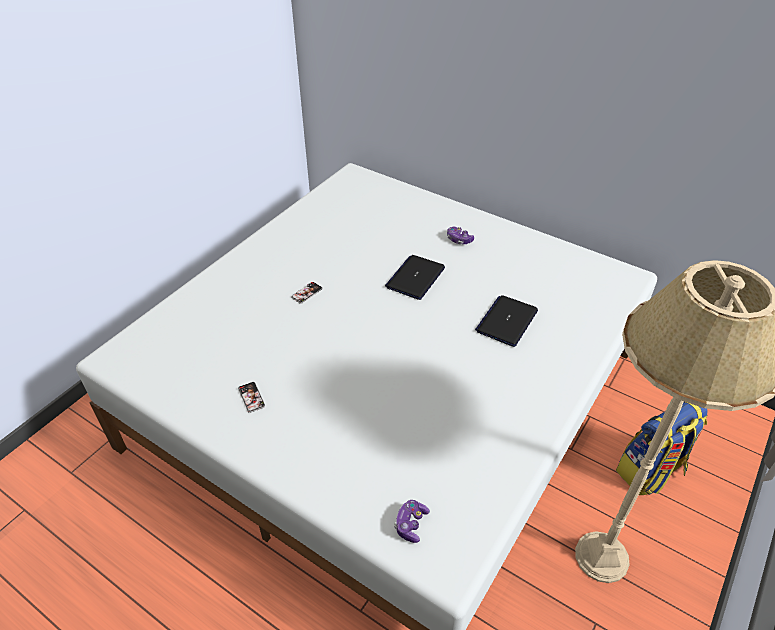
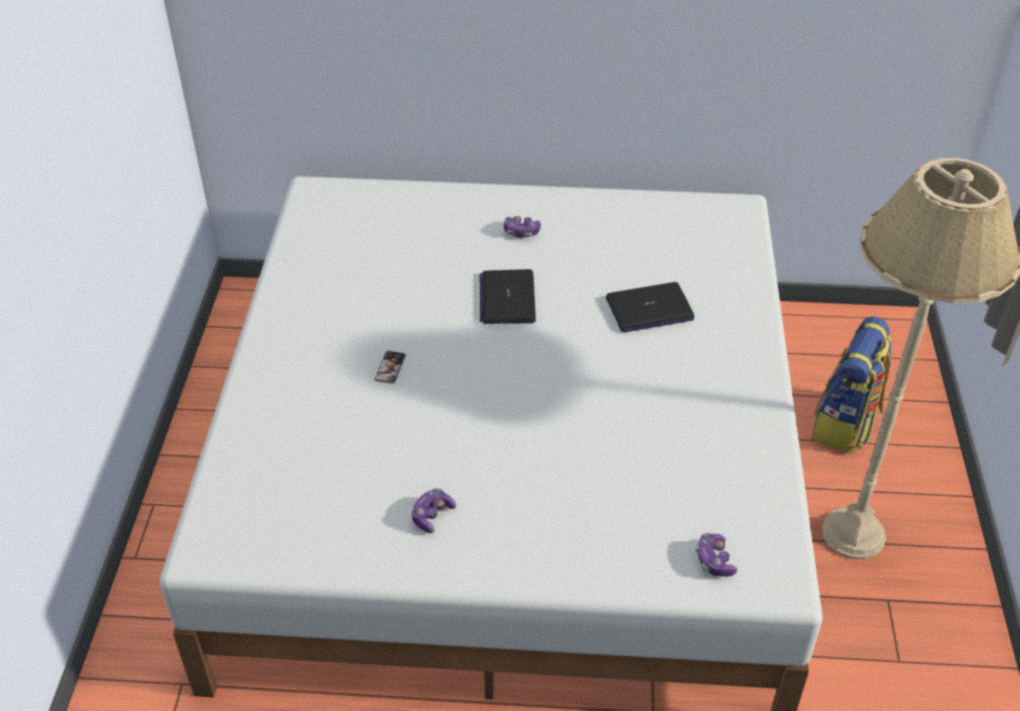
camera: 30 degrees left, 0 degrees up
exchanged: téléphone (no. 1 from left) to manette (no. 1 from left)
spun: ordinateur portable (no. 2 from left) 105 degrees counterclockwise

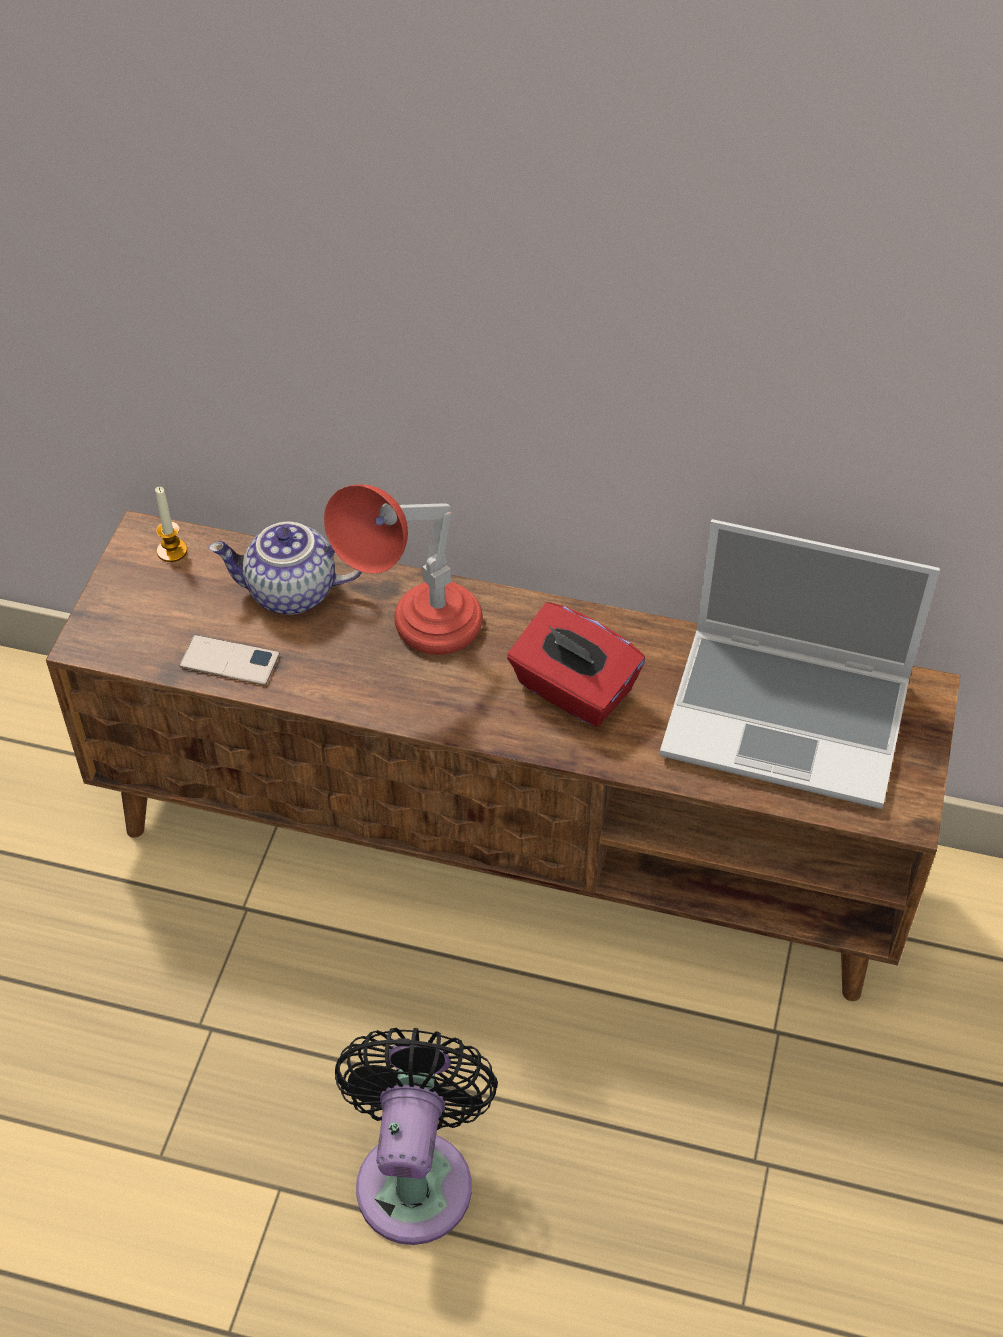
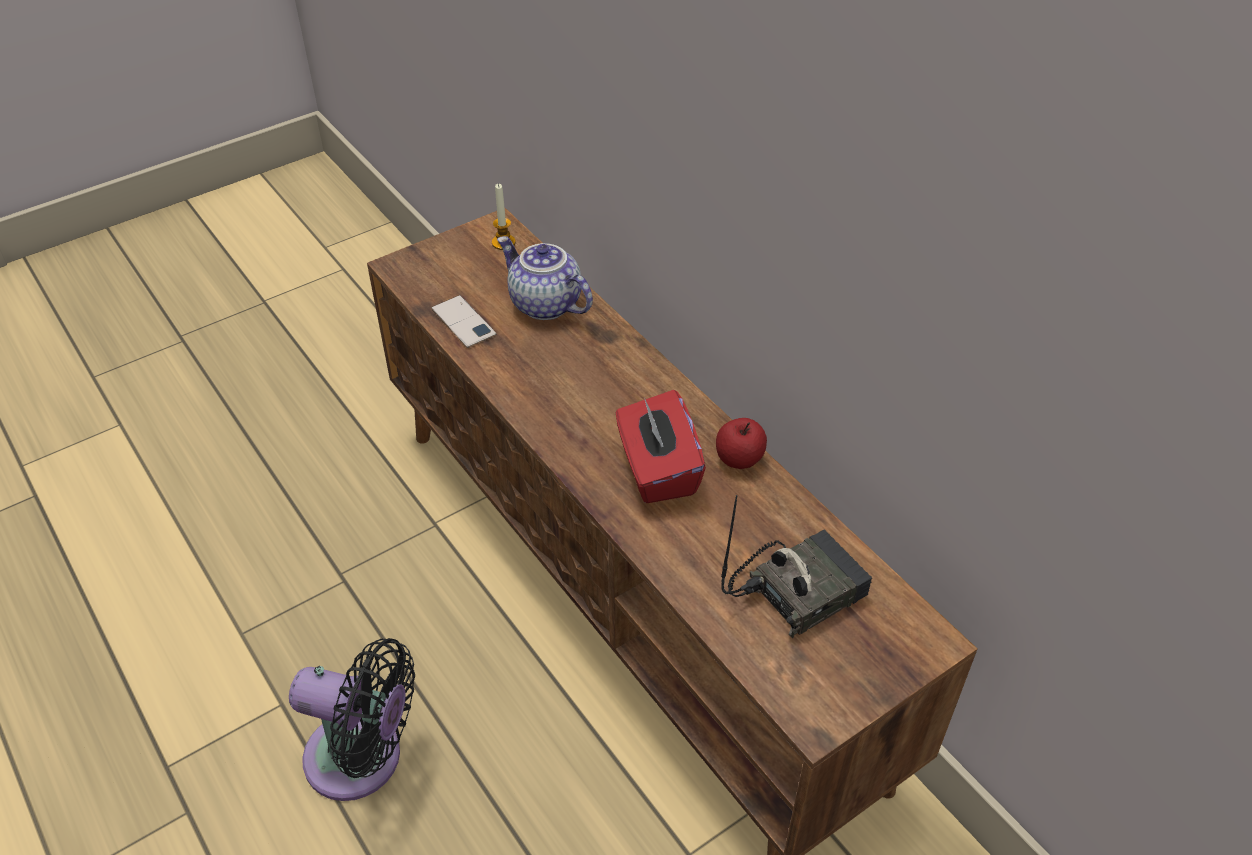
camera: 40 degrees right, 5 degrees down
missing: lampe de table/rouge
appeared: pomme
exchanged: ordinateur portable to radio
spun: ventilateur/noir 60 degrees clockwise

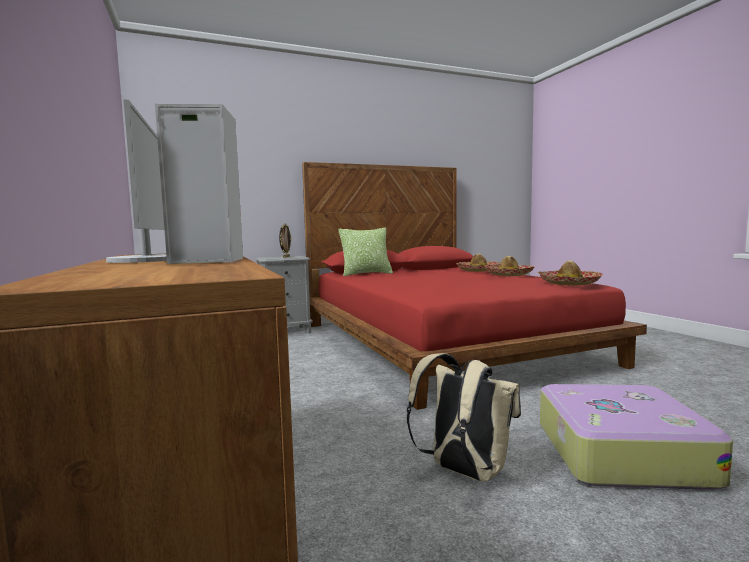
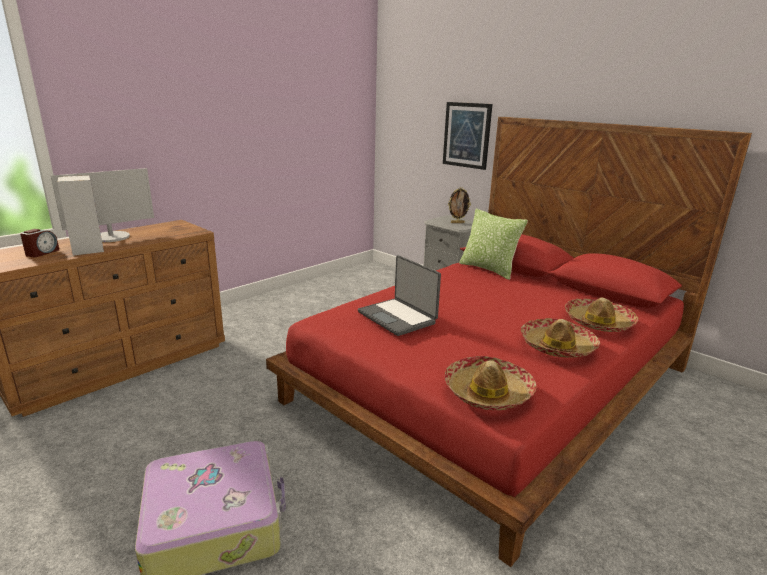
camera: 65 degrees right, 15 degrees up
missing: sac à dos/beige
appeared: tableau; réveil; ordinateur portable

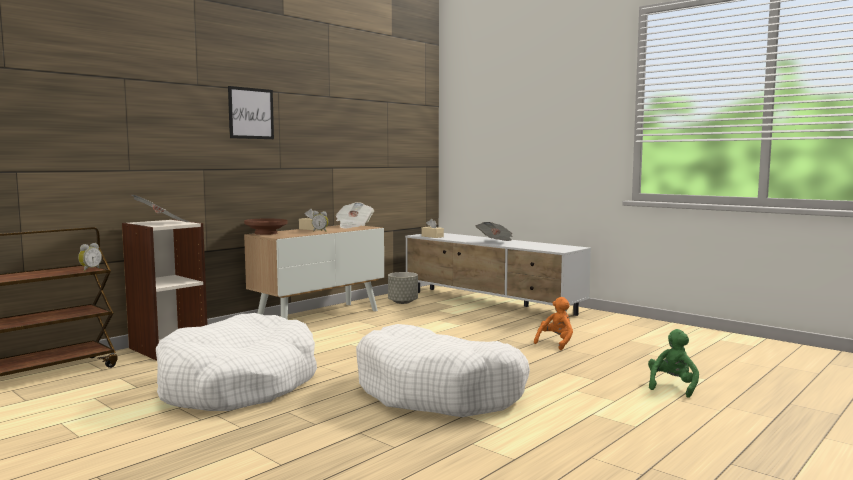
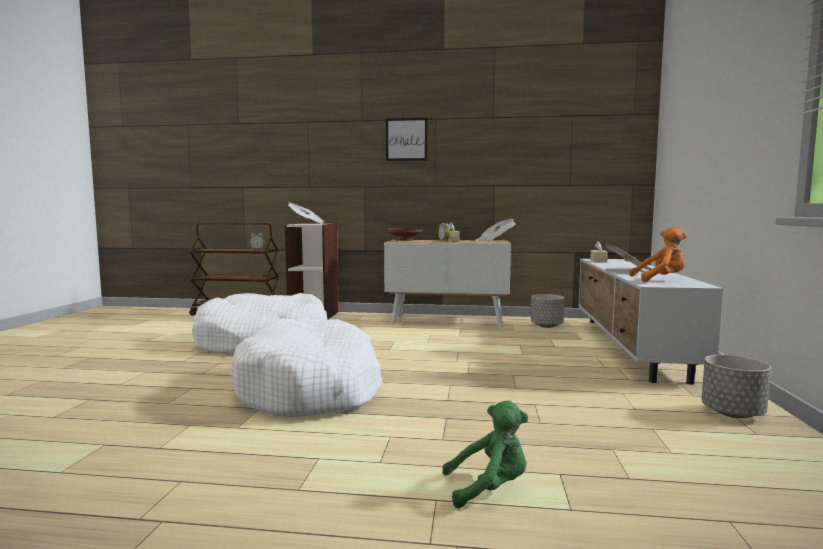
camera: 55 degrees right, 0 degrees up
appeared: cache-pot/gris (no. 2 from left)
relocated: peluche/orange

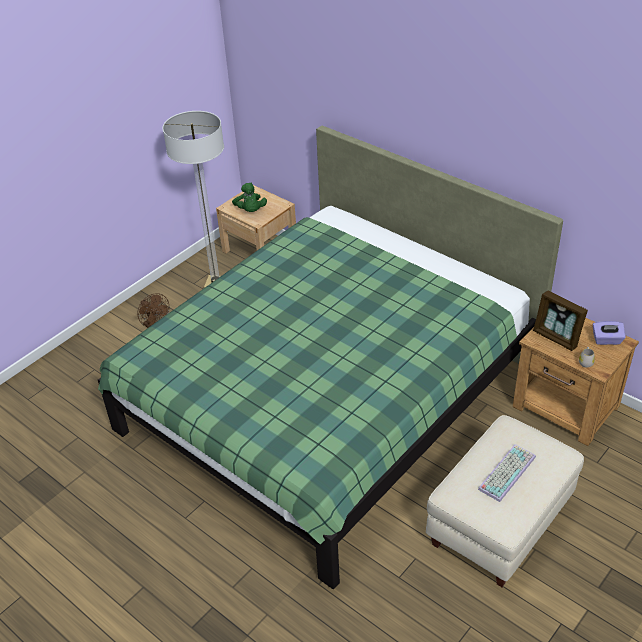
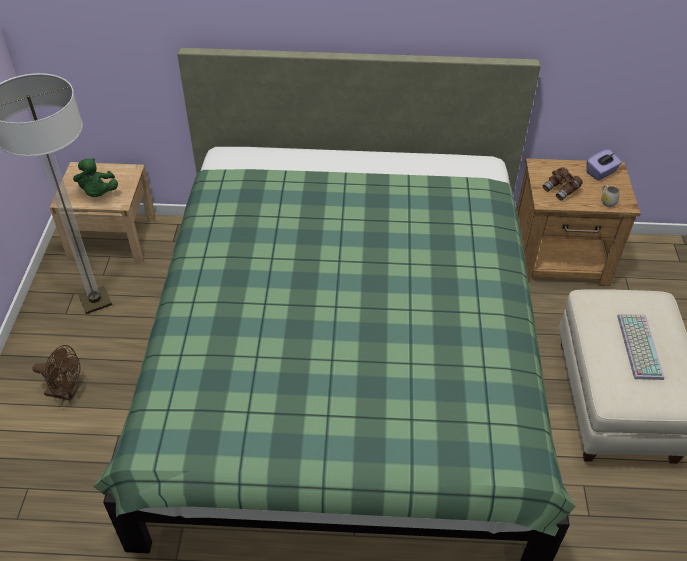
camera: 40 degrees left, 5 degrees up
exchanged: cadre photo to jumelles/marron
spun: peluche/vert 45 degrees clockwise

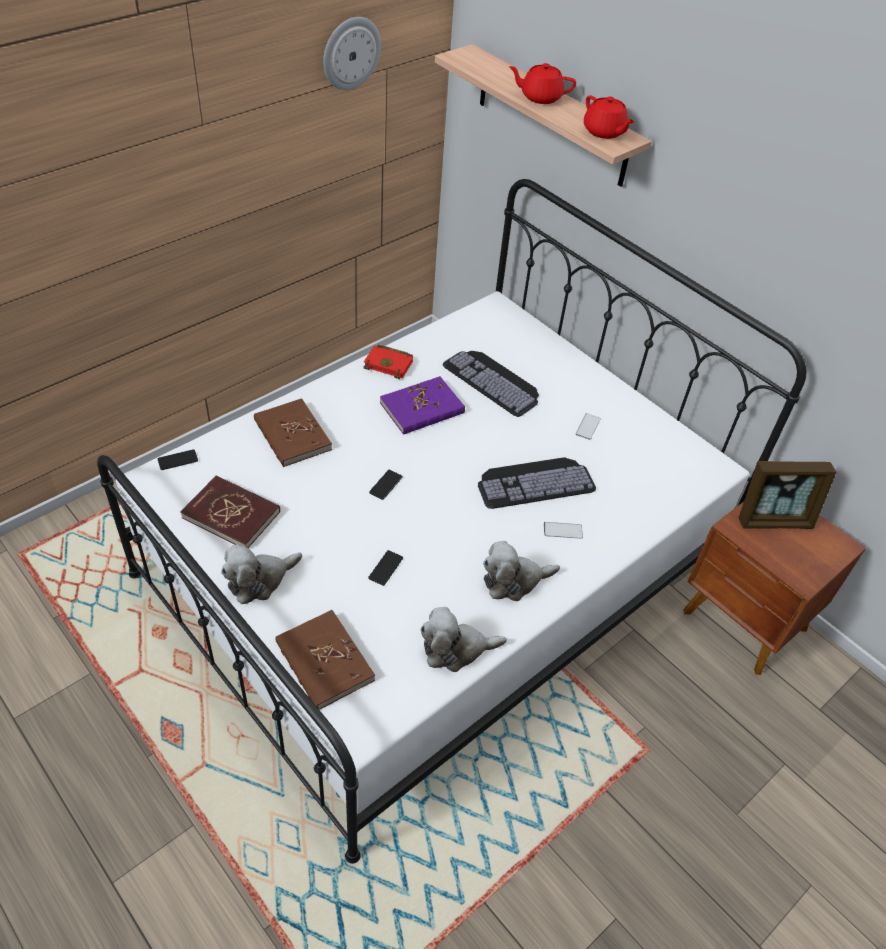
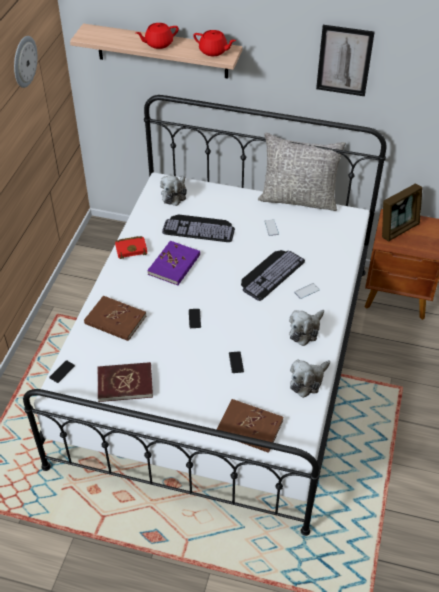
camera: 30 degrees left, 0 degrees up
appeared: tableau; coussin/gris
relocated: peluche (no. 1 from left)

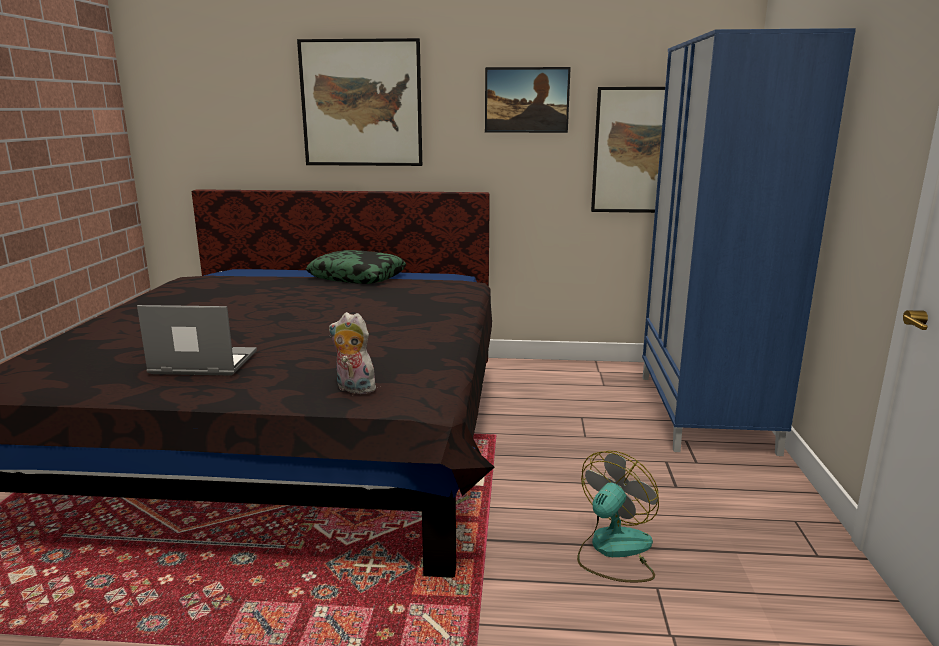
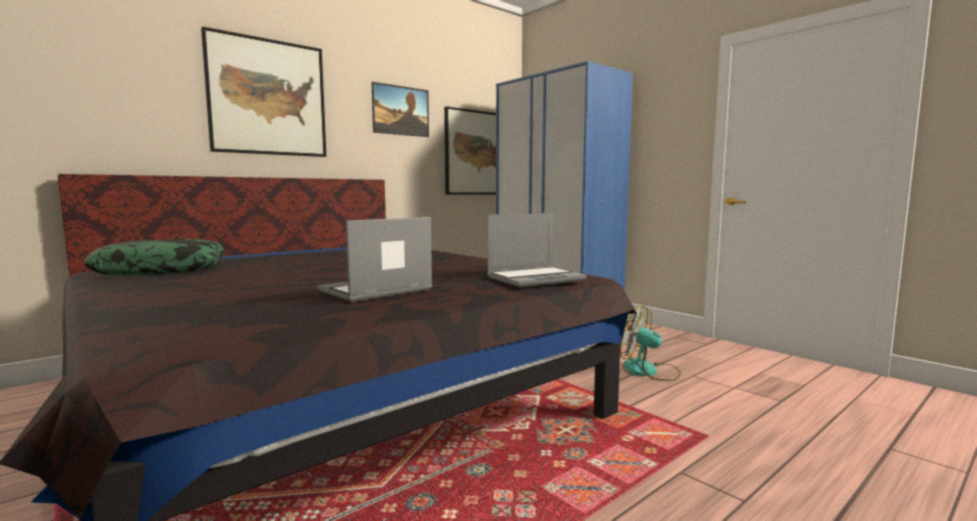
camera: 45 degrees left, 10 degrees down
relocated: coussin
exchanged: peluche to ordinateur portable (no. 2 from left)
spun: ventilateur 45 degrees counterclockwise

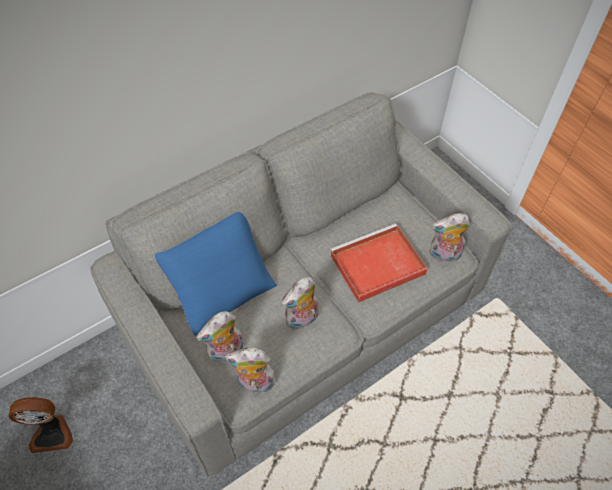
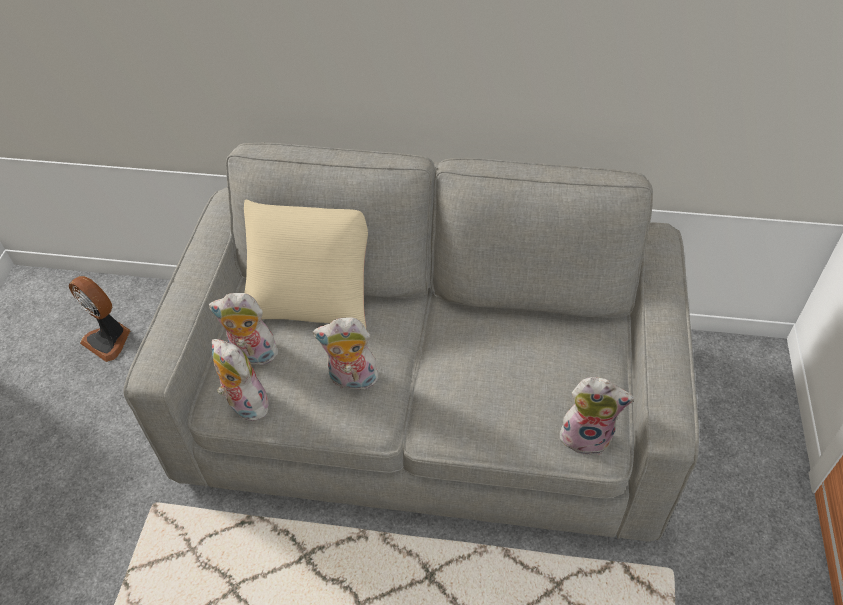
camera: 45 degrees right, 5 degrees down
missing: plateau/rouge
colour: coussin/bleu to coussin/beige
spun: peluche (no. 4 from left) 150 degrees clockwise

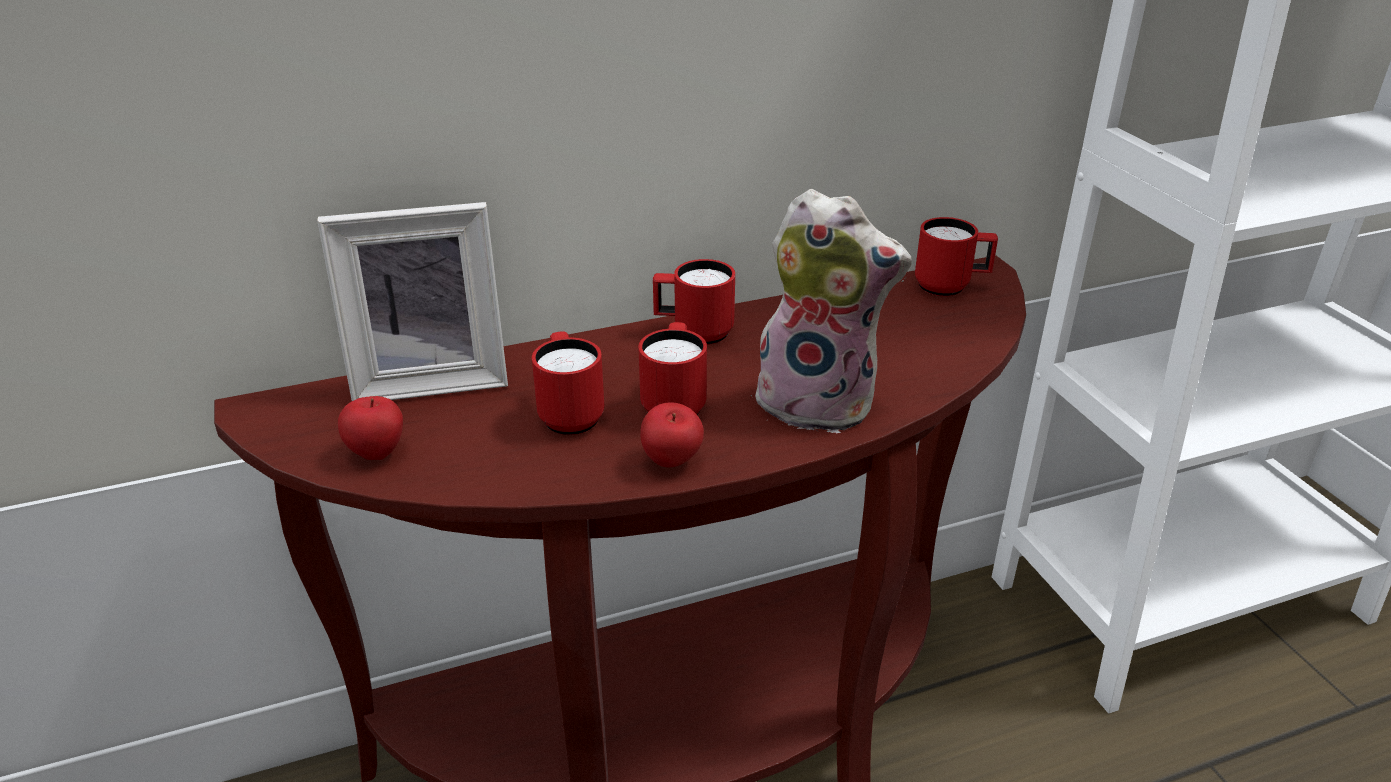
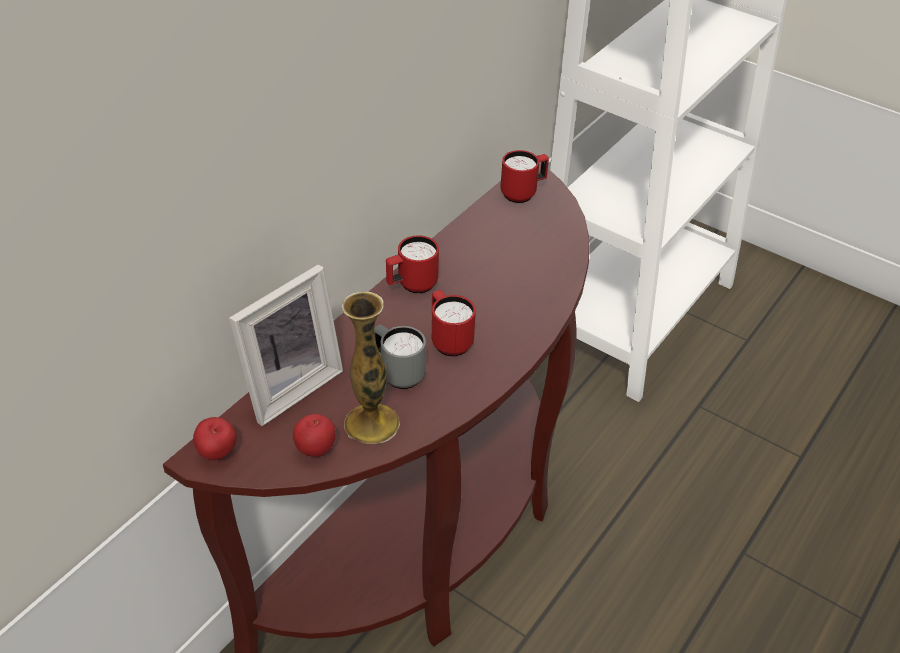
camera: 35 degrees left, 10 degrees up
missing: peluche
appeared: vase
relocated: pomme (no. 2 from left in the first image) to pomme (no. 1 from left)
colour: mug/rouge (no. 1 from left) to mug/gris

